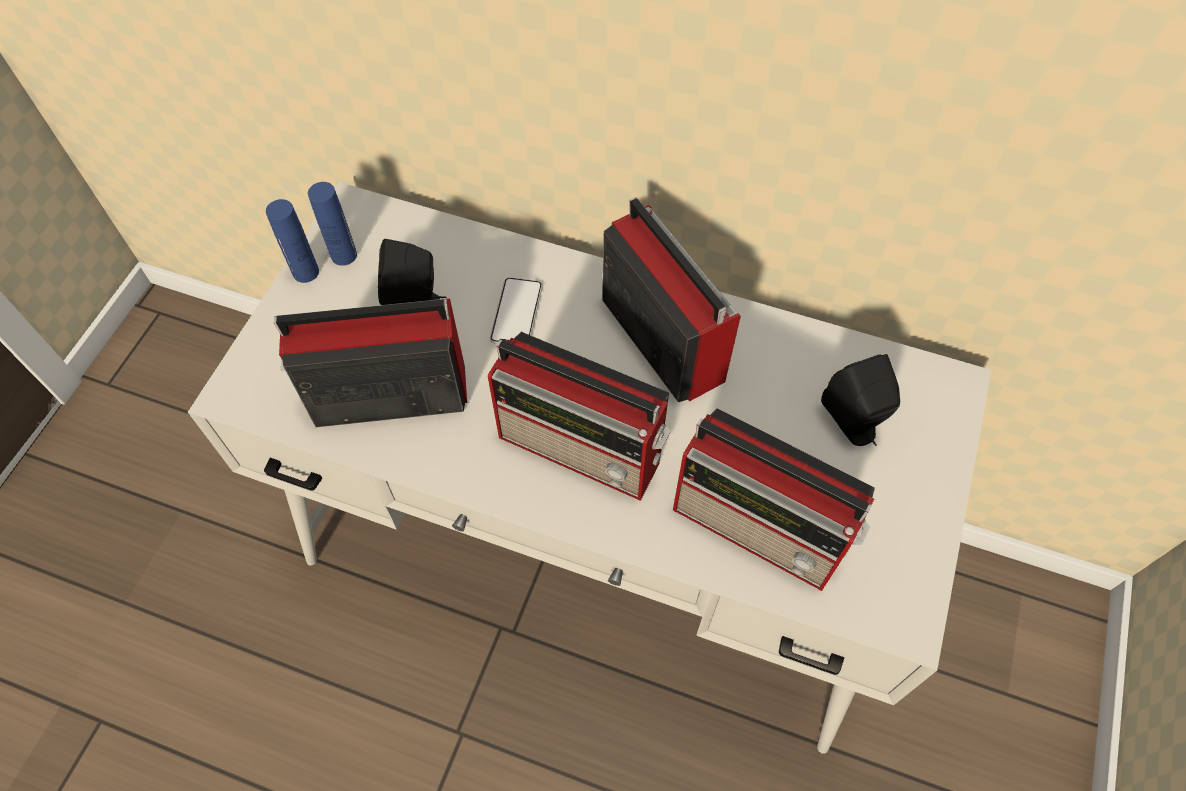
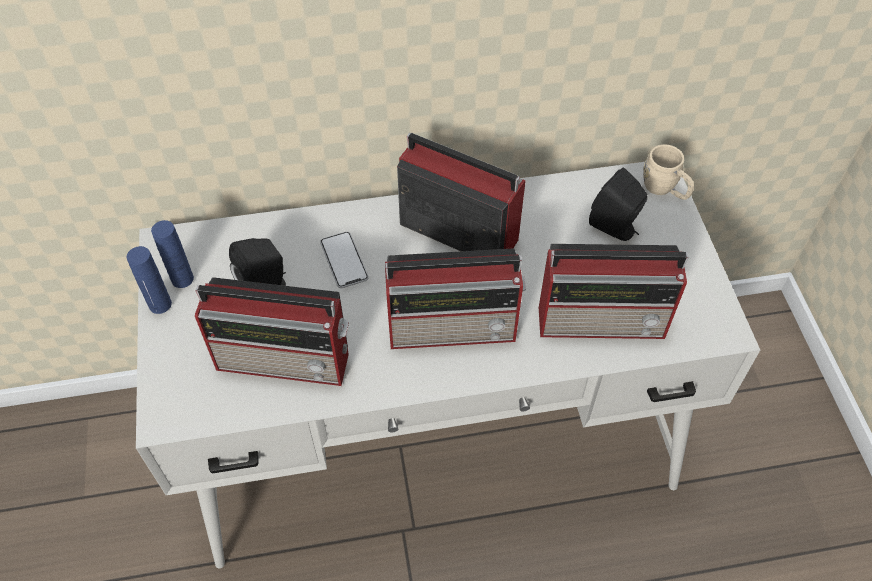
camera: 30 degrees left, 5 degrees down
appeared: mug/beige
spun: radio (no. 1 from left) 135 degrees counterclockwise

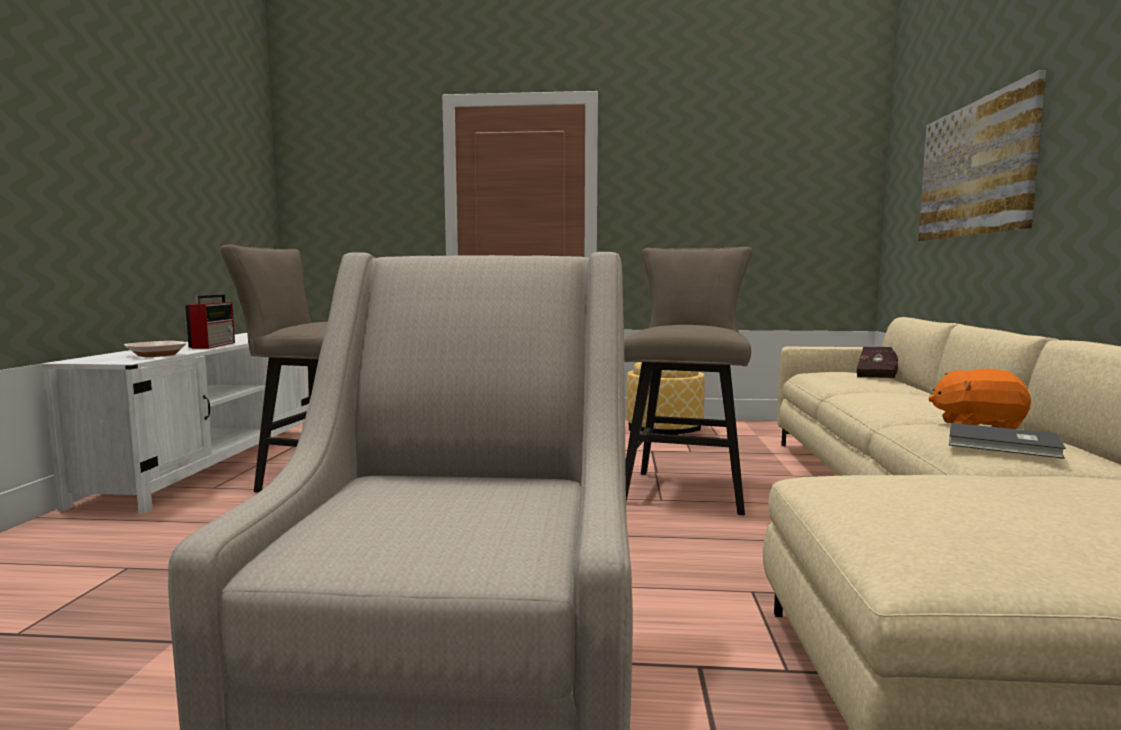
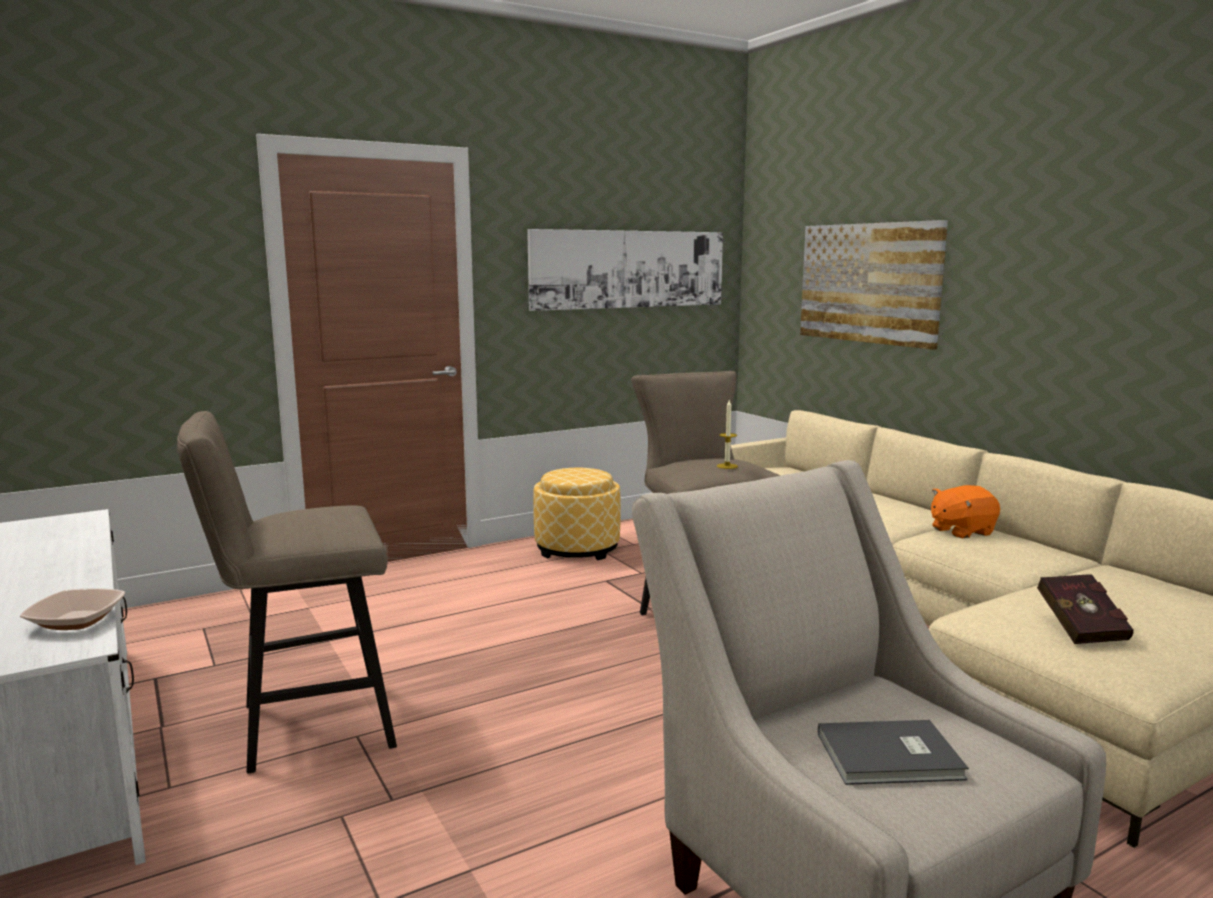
camera: 35 degrees left, 5 degrees up
missing: radio
appeared: tableau (no. 1 from left); bougie
relocated: livre/rouge; livre/gris

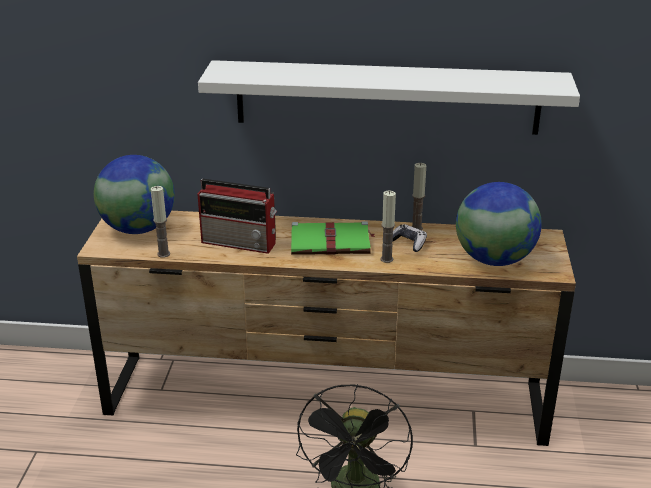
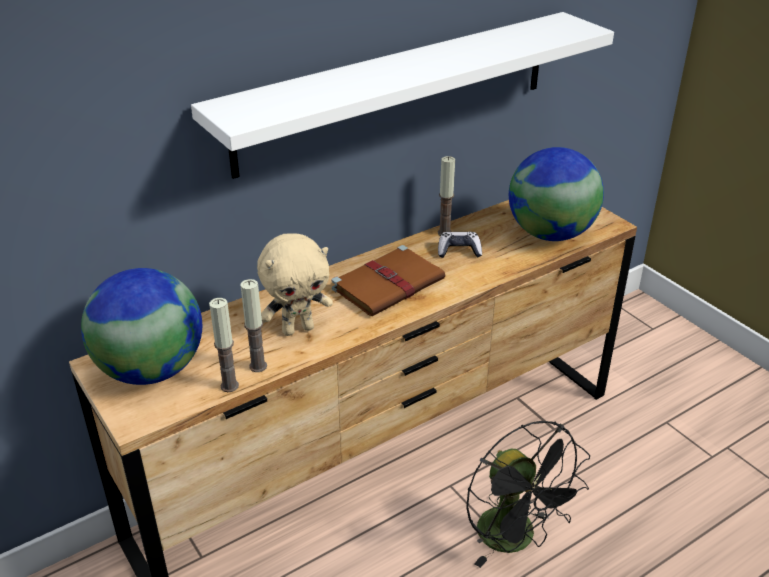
camera: 40 degrees left, 5 degrees up
relocated: bougie (no. 2 from left)
exchanged: radio to peluche/beige
colour: livre/vert to livre/marron

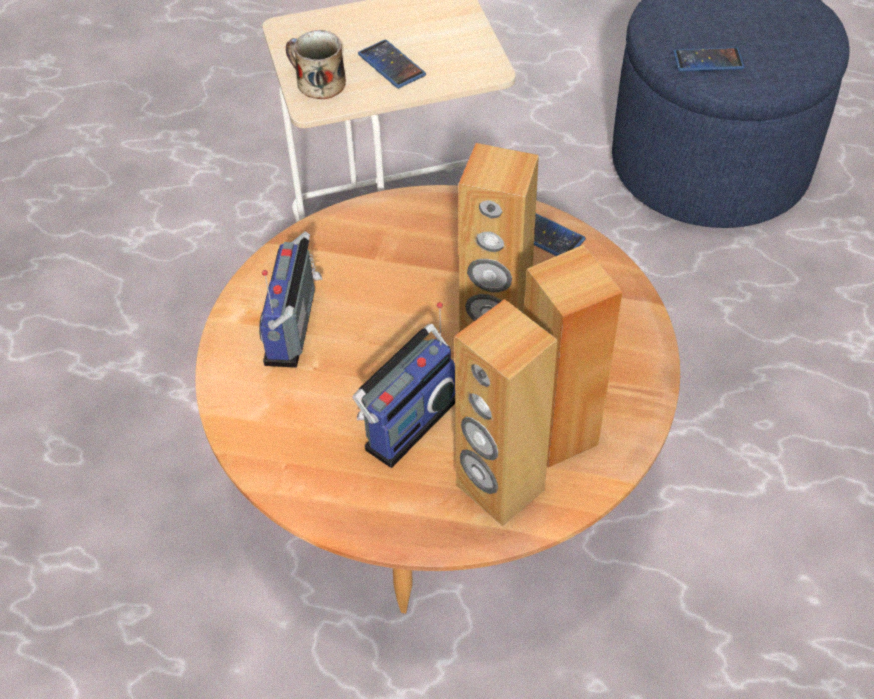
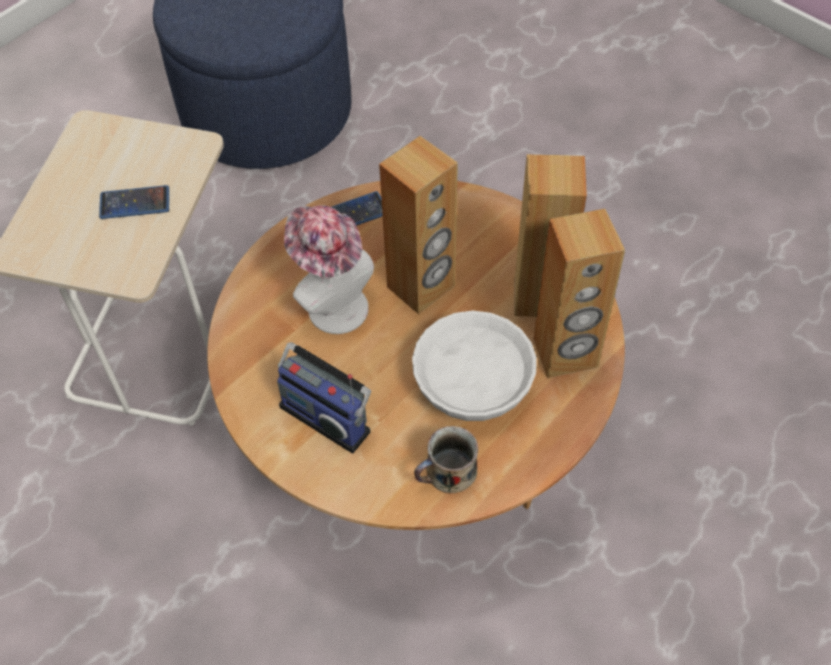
camera: 60 degrees left, 5 degrees up
missing: téléphone (no. 3 from left)
appeared: chapeau
relocated: mug
exchanged: radio (no. 2 from left) to bol/blanc

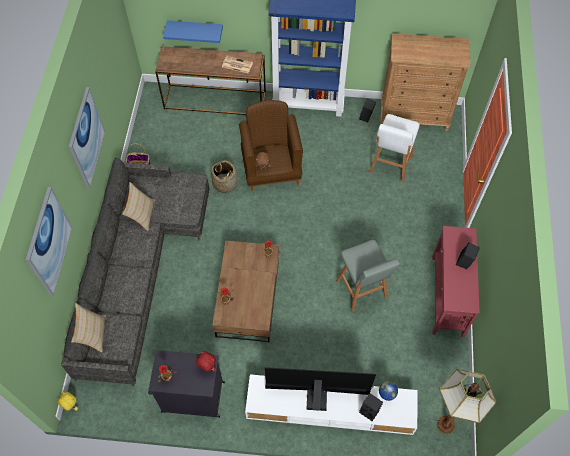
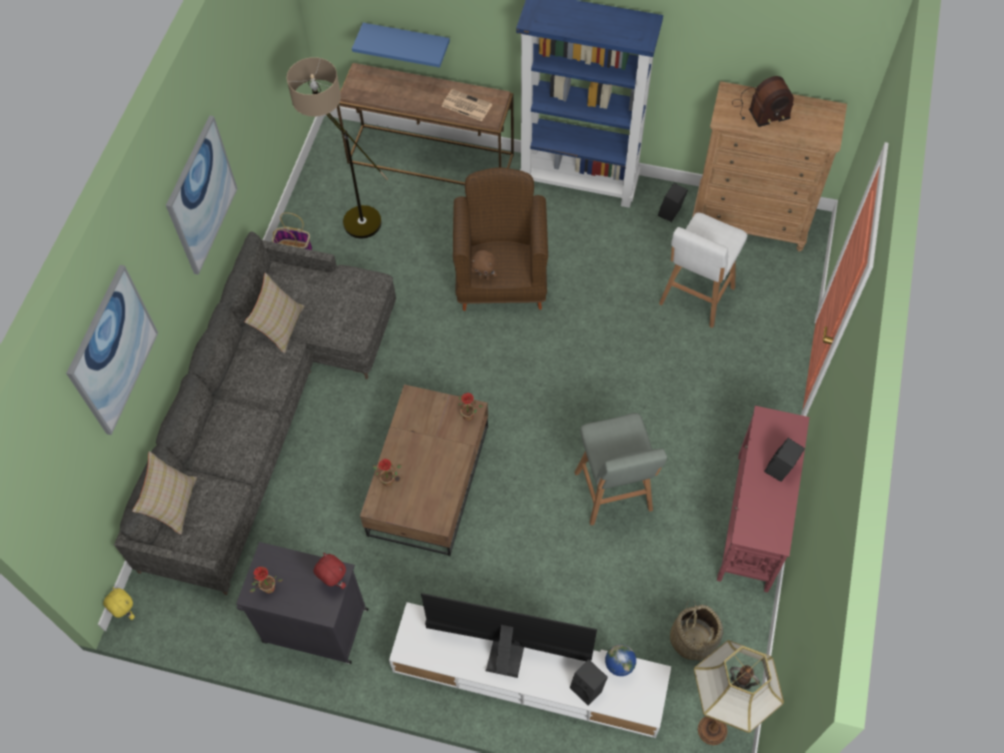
camera: 10 degrees right, 0 degrees up
appeared: lampadaire (no. 1 from left); radio
relocated: panier (no. 2 from left)

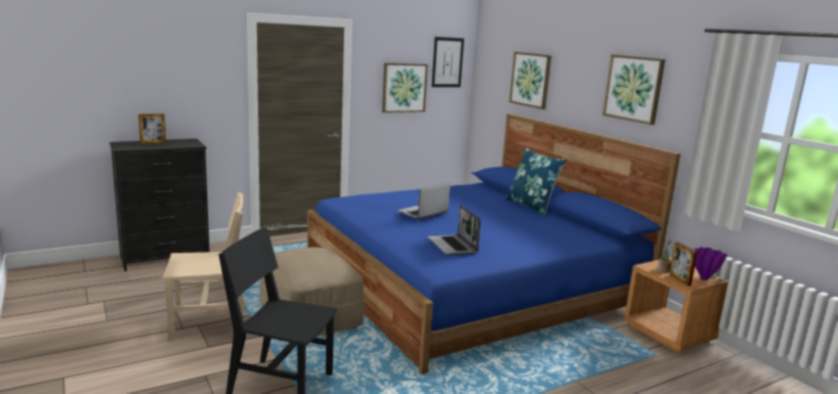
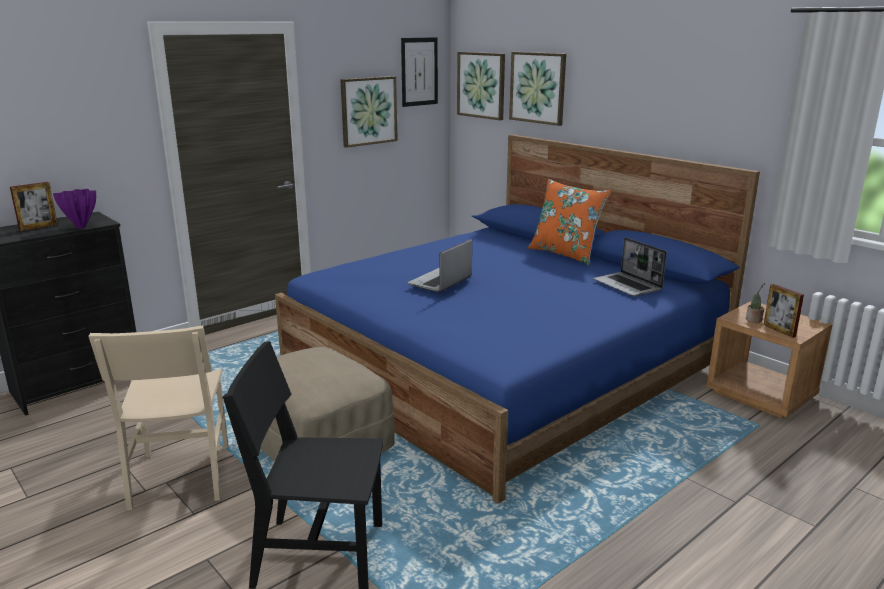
camera: 10 degrees left, 5 degrees up
relocated: tableau (no. 4 from left in the first image) to tableau (no. 3 from left); ordinateur portable (no. 2 from left); vase/violet
colour: coussin/bleu to coussin/orange
spun: chaise/beige 105 degrees clockwise

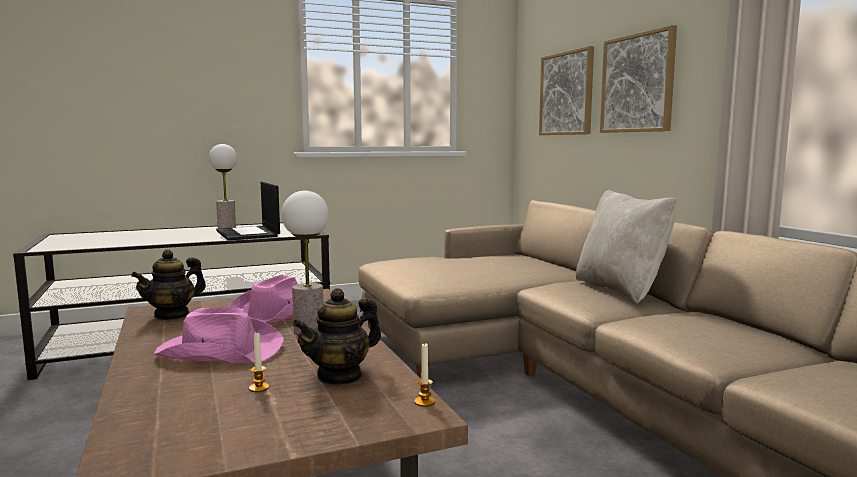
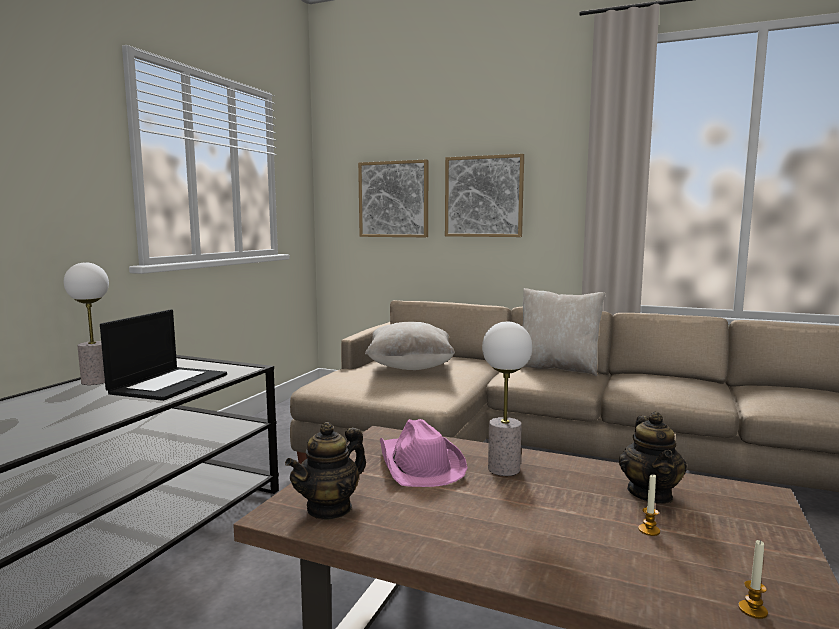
camera: 45 degrees left, 0 degrees up
missing: chapeau/rose (no. 1 from left)
appeared: coussin/beige (no. 1 from left)
relocated: bougie (no. 2 from left)
spun: ordinateur portable 90 degrees counterclockwise; théière (no. 1 from left) 45 degrees clockwise

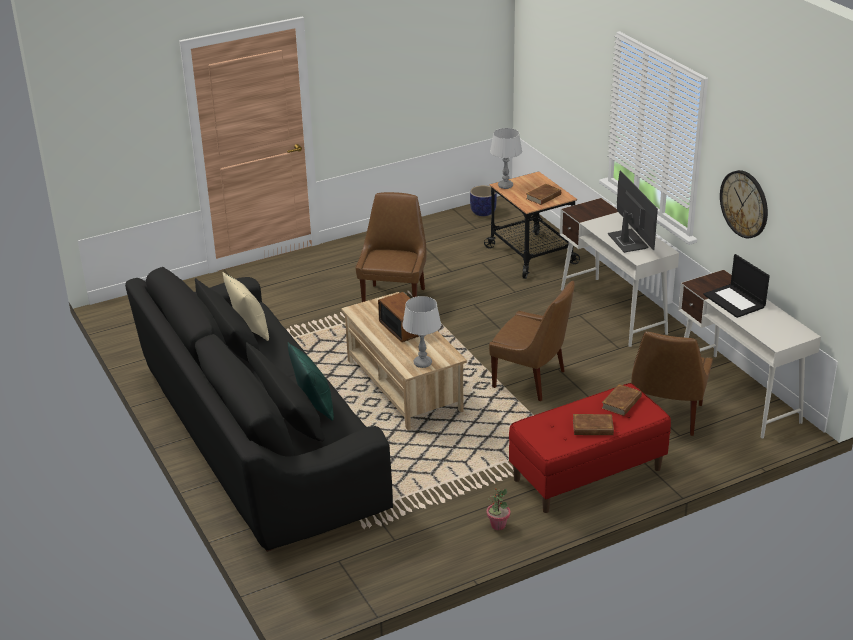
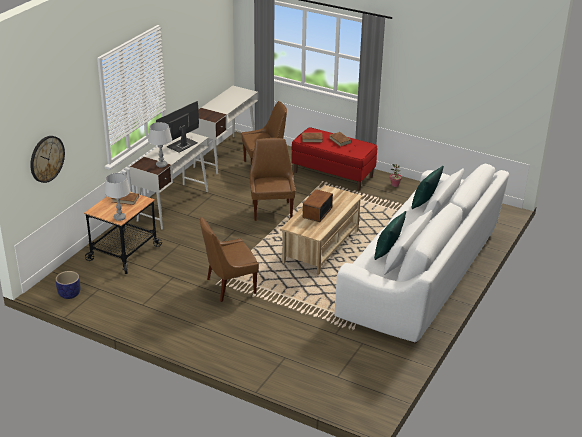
camera: 125 degrees left, 0 degrees up
missing: ordinateur portable
relocated: horloge murale; lampe de table/gris (no. 1 from left in the first image) to lampe de table/gris (no. 2 from left)
colour: canapé/noir to canapé/blanc; coussin/beige to coussin/vert (no. 1 from left)

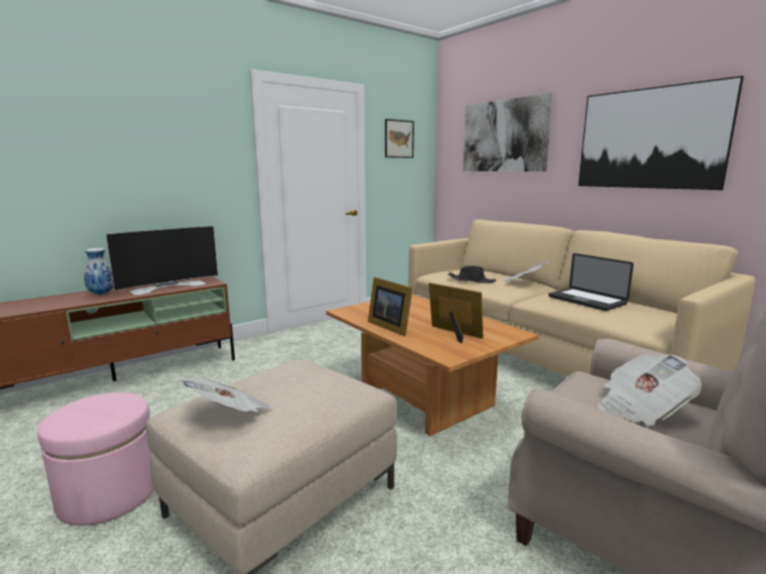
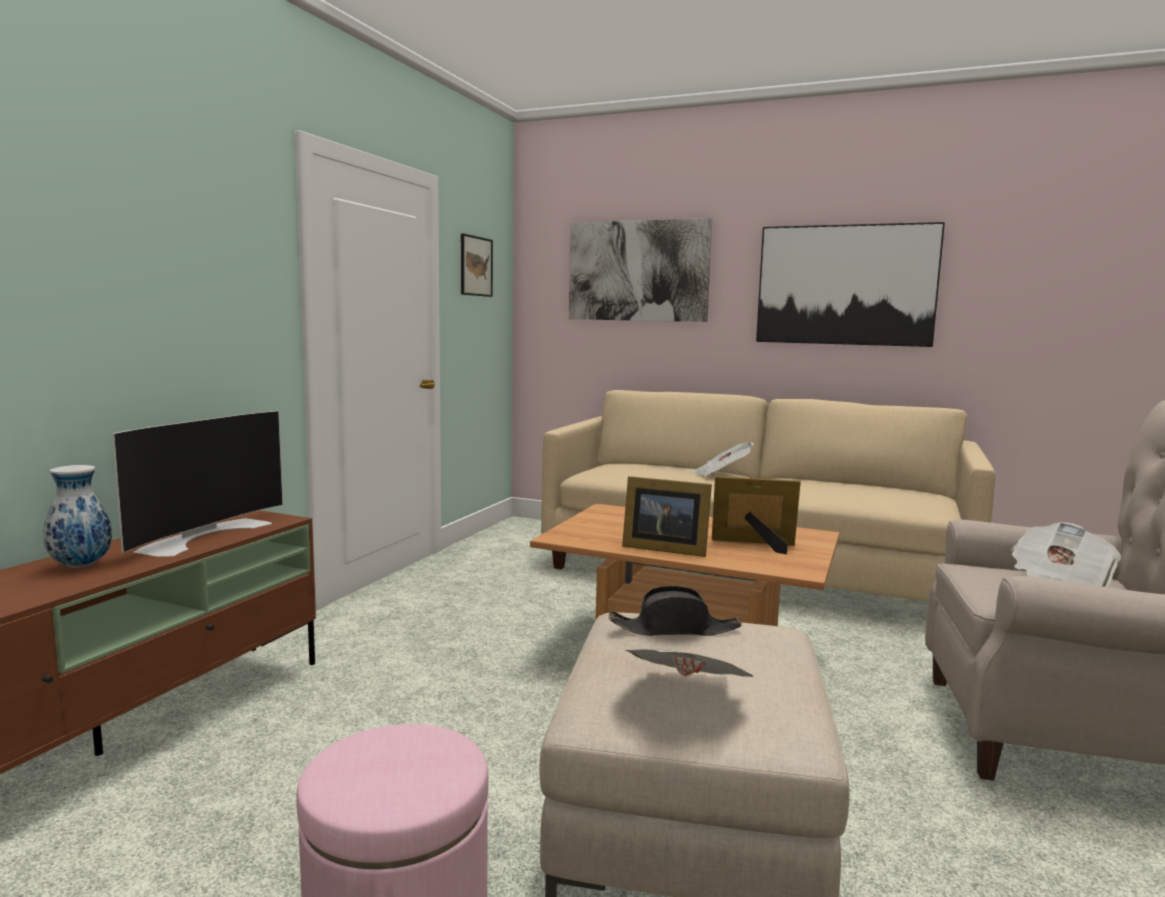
camera: 30 degrees left, 5 degrees down
missing: ordinateur portable
relocated: chapeau/noir

